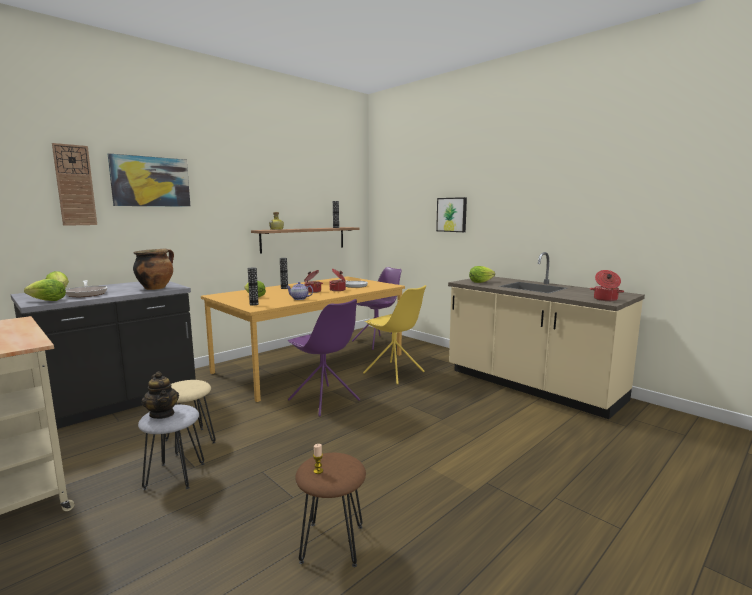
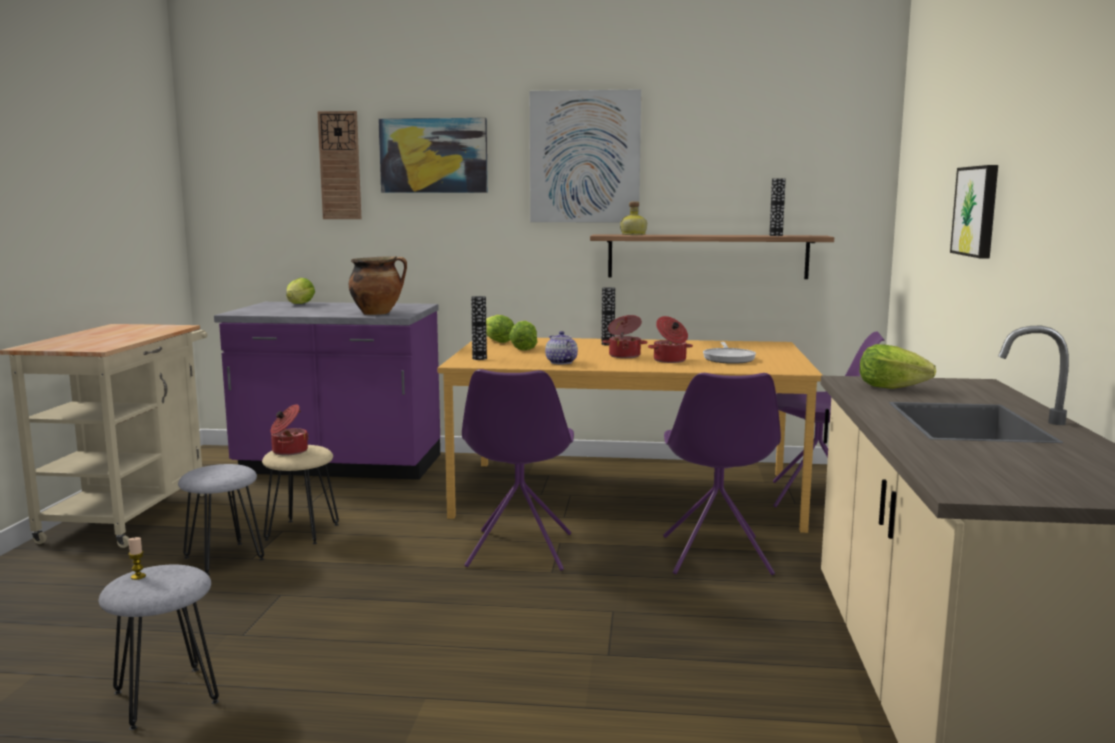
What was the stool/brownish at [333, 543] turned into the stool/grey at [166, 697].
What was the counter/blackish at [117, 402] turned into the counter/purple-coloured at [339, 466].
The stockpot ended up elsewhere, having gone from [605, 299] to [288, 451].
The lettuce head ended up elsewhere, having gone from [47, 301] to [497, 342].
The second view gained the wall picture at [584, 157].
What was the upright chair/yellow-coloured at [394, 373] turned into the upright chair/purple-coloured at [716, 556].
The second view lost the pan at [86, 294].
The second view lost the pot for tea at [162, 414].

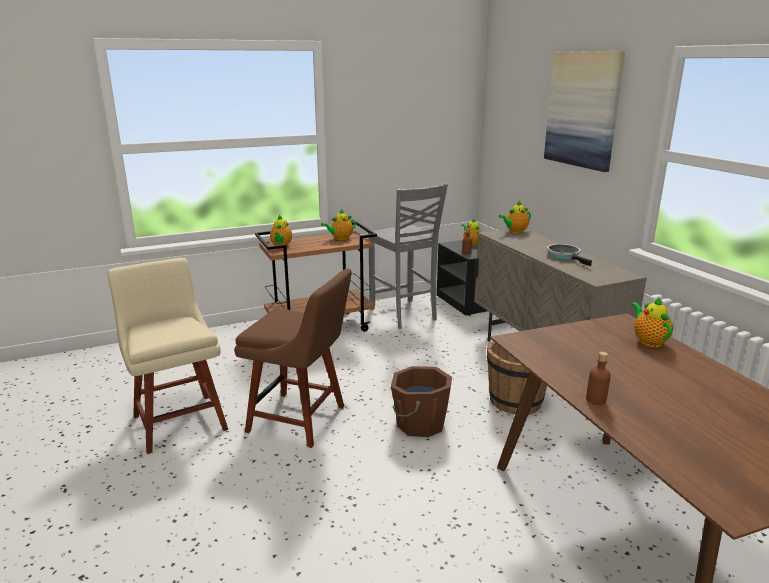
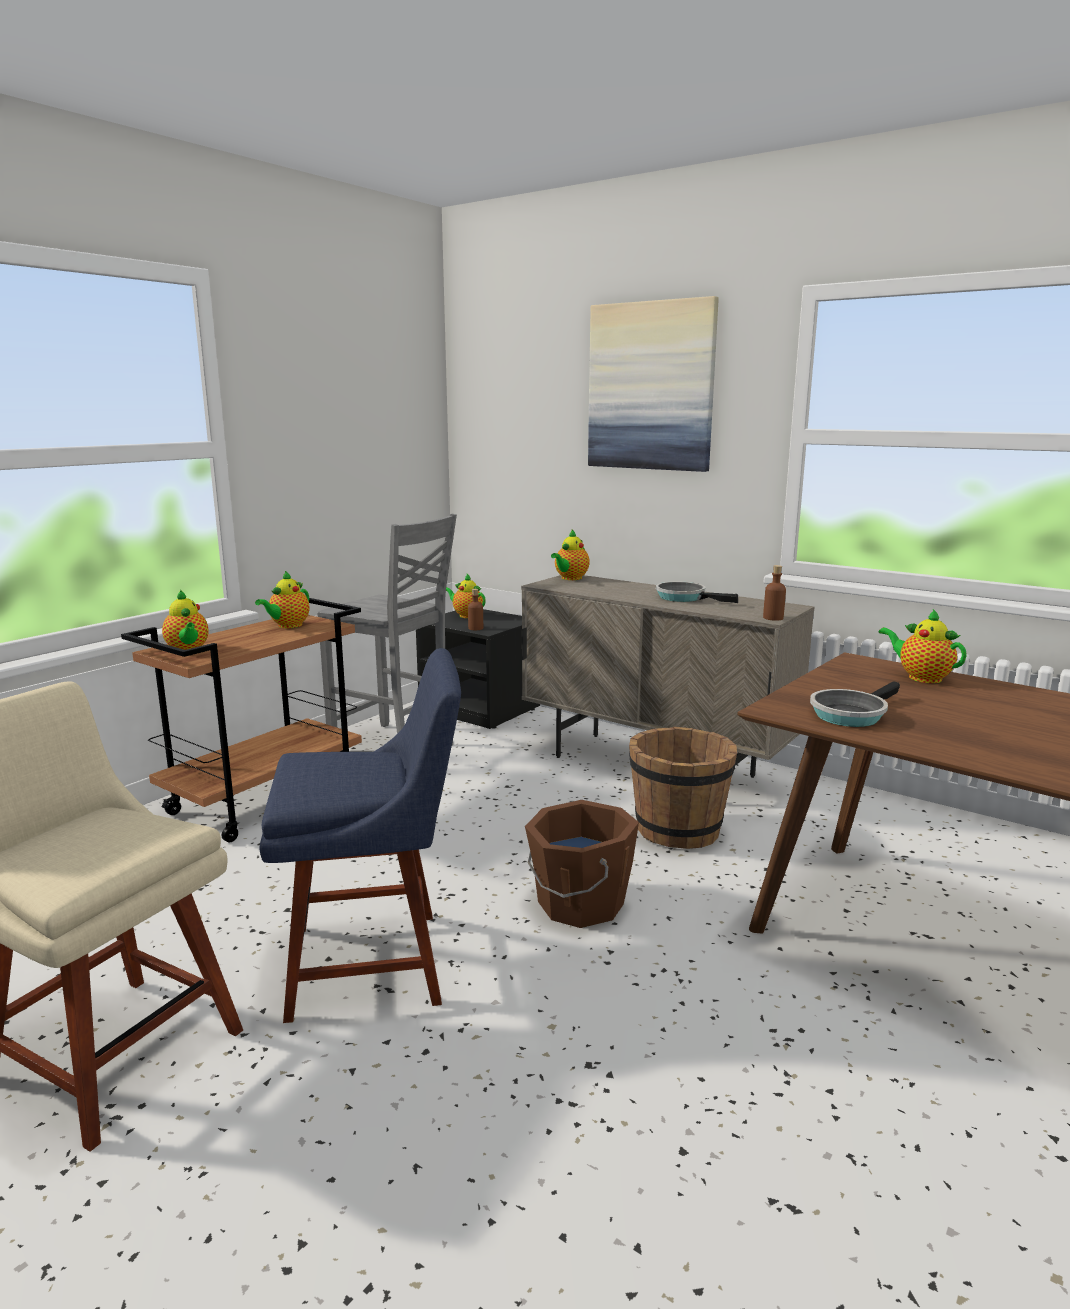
What was the upright chair/brownish at [301, 420] turned into the upright chair/bluish at [376, 962].
The drink bottle/brownish ended up elsewhere, having gone from [596, 400] to [773, 618].
The second view gained the pan at [850, 714].

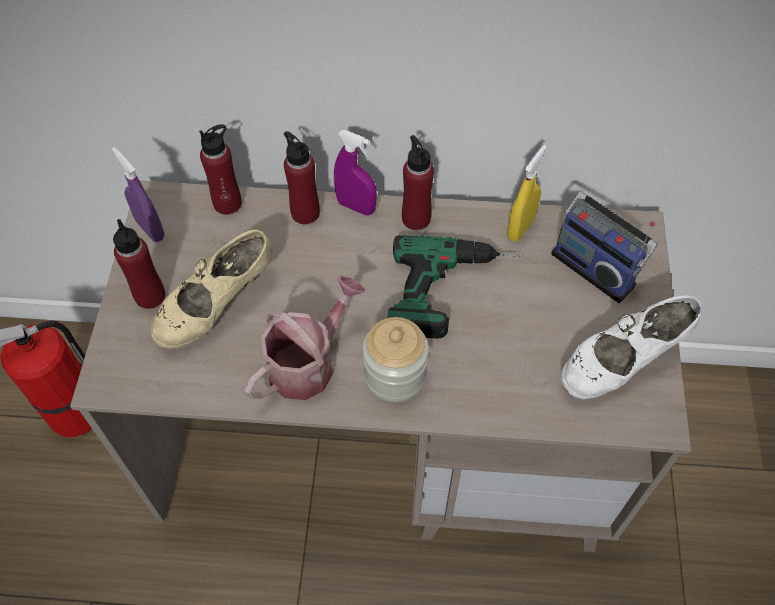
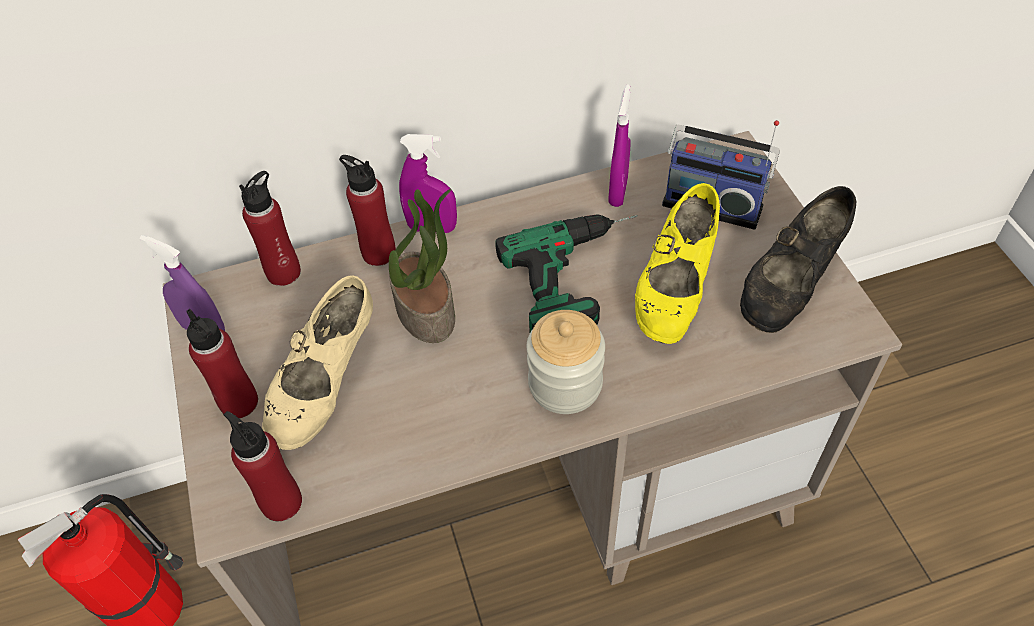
The drink bottle/red ended up elsewhere, having gone from [416, 218] to [281, 502].
The second view gained the houseplant at [427, 310].
What was the hand sprayer/yellow-coloured at [520, 228] turned into the hand sprayer/purple-coloured at [618, 192].
The second view gained the shoe/yellow-coloured at [674, 290].
What was the shoe/white at [621, 363] turned into the shoe/blackish at [789, 286].
The second view lost the watering pot at [308, 363].

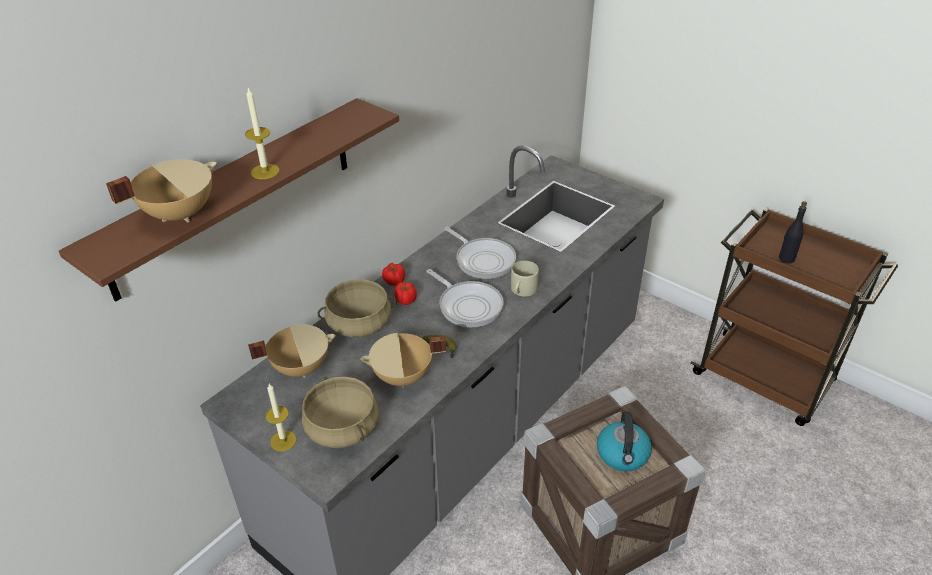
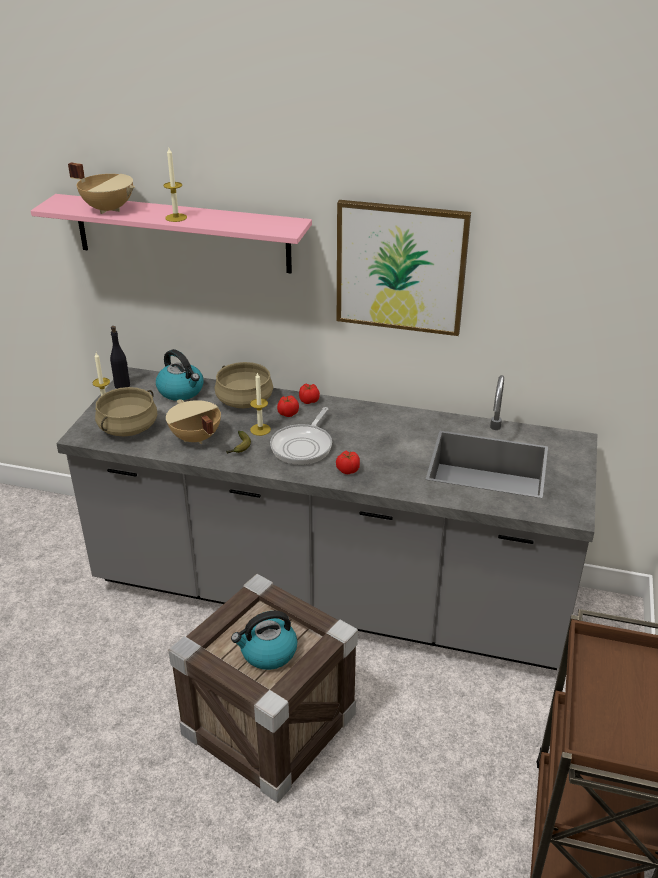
What was the shelf/brownish at [235, 196] turned into the shelf/pink at [182, 233].
The drink bottle/blackish ended up elsewhere, having gone from [786, 258] to [122, 385].
Where the stockpot/sand-coloured stood at [300, 367], the water kettle came to stand at [181, 391].
The second view gained the wax light at [260, 429].
Where the coffee mug/sand-coloured stood at [522, 290], the tomato came to stand at [347, 470].
The second view gained the wall picture at [401, 267].
The second view lost the pan at [483, 260].

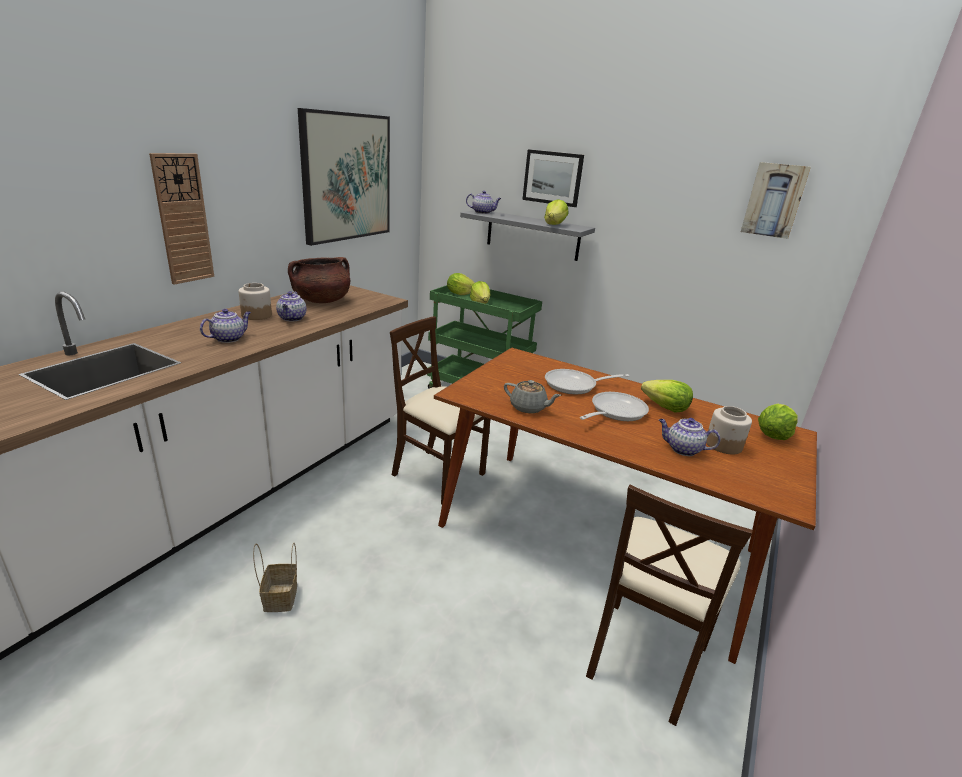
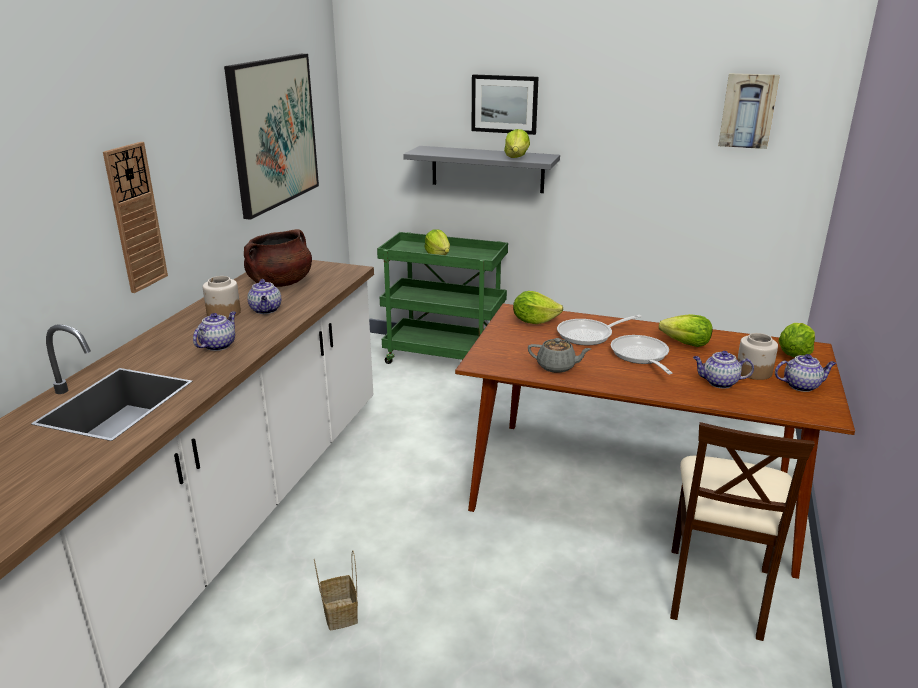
The lettuce head ended up elsewhere, having gone from [460, 294] to [534, 321].
The pan at [614, 411] ended up facing another way, 45 degrees counterclockwise from before.
The pot for tea ended up elsewhere, having gone from [483, 213] to [801, 386].
The second view lost the upright chair/sand-coloured at [439, 475].

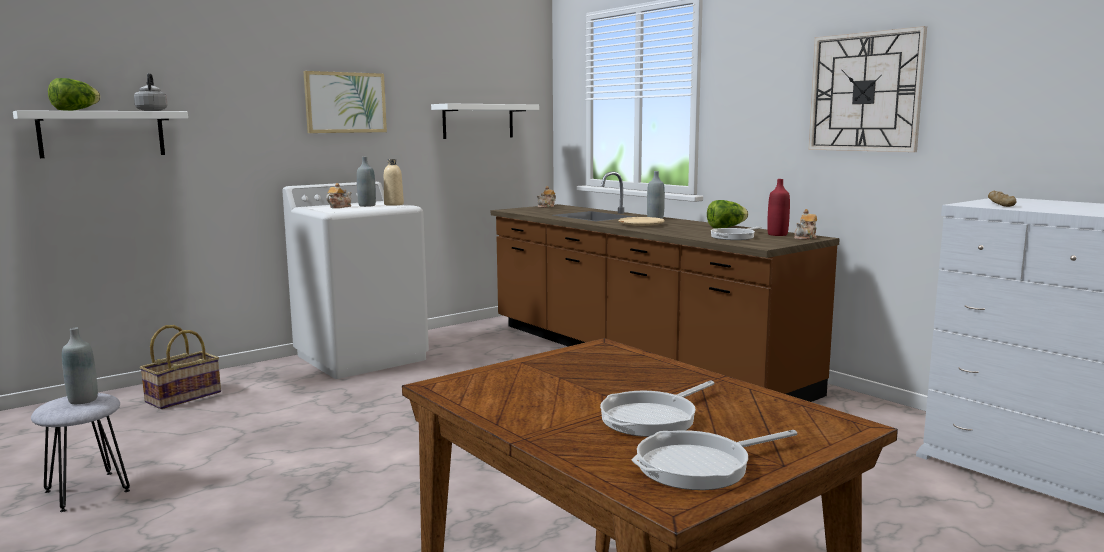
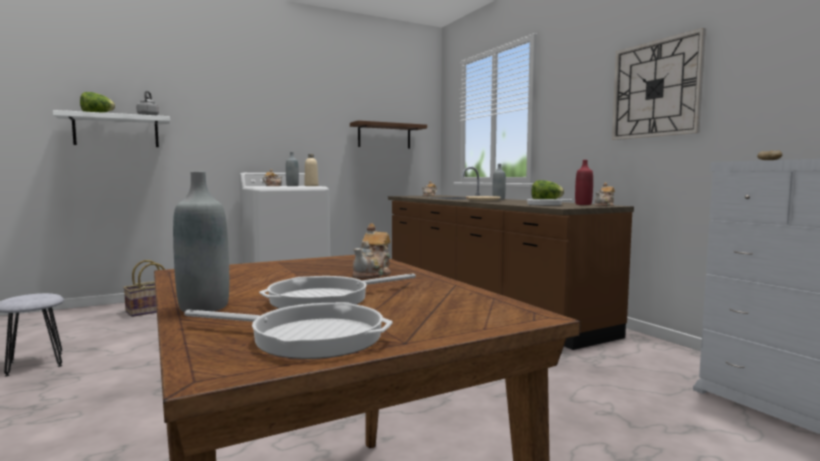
The drink bottle/grey ended up elsewhere, having gone from [83, 400] to [204, 307].
The pan at [700, 465] ended up facing another way, 150 degrees counterclockwise from before.
What was the shelf/white at [478, 121] turned into the shelf/brownish at [384, 136].
The second view gained the pot for tea at [373, 273].
The second view lost the wall picture at [345, 102].

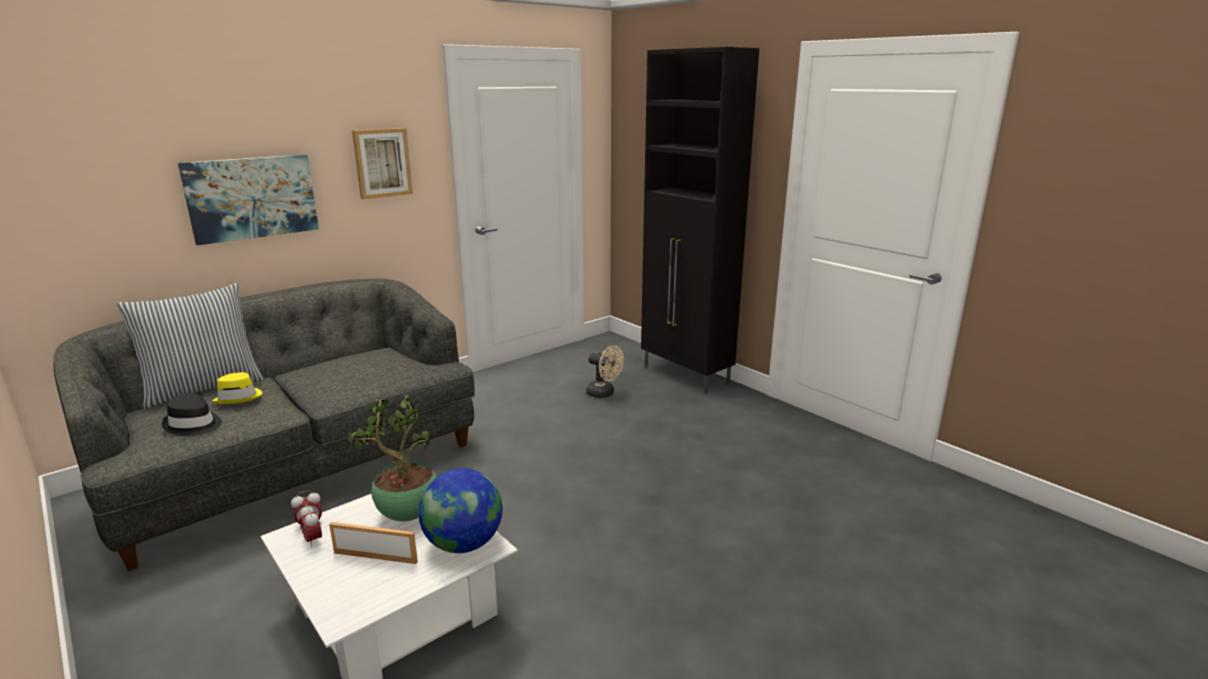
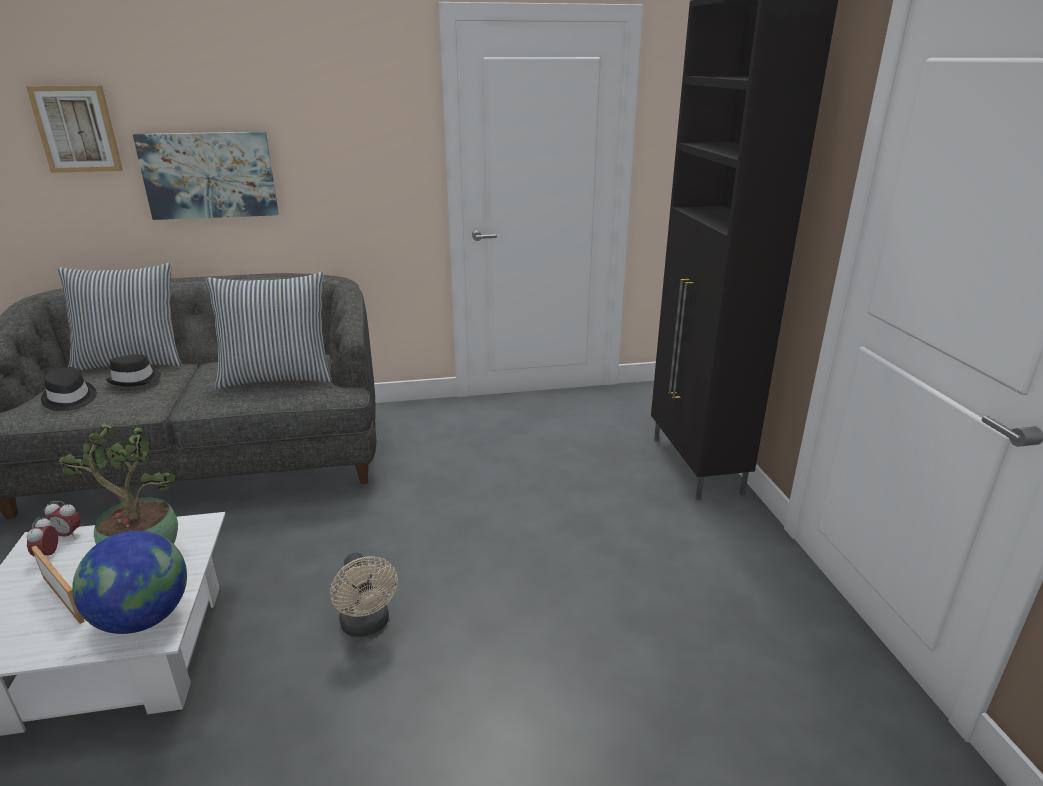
The wall picture ended up elsewhere, having gone from [382, 163] to [77, 129].
What was the wearable hat/yellow-coloured at [239, 397] turned into the wearable hat/blackish at [135, 380].
The second view gained the throw pillow at [277, 378].
The cooling fan/sand-coloured ended up elsewhere, having gone from [604, 393] to [367, 625].

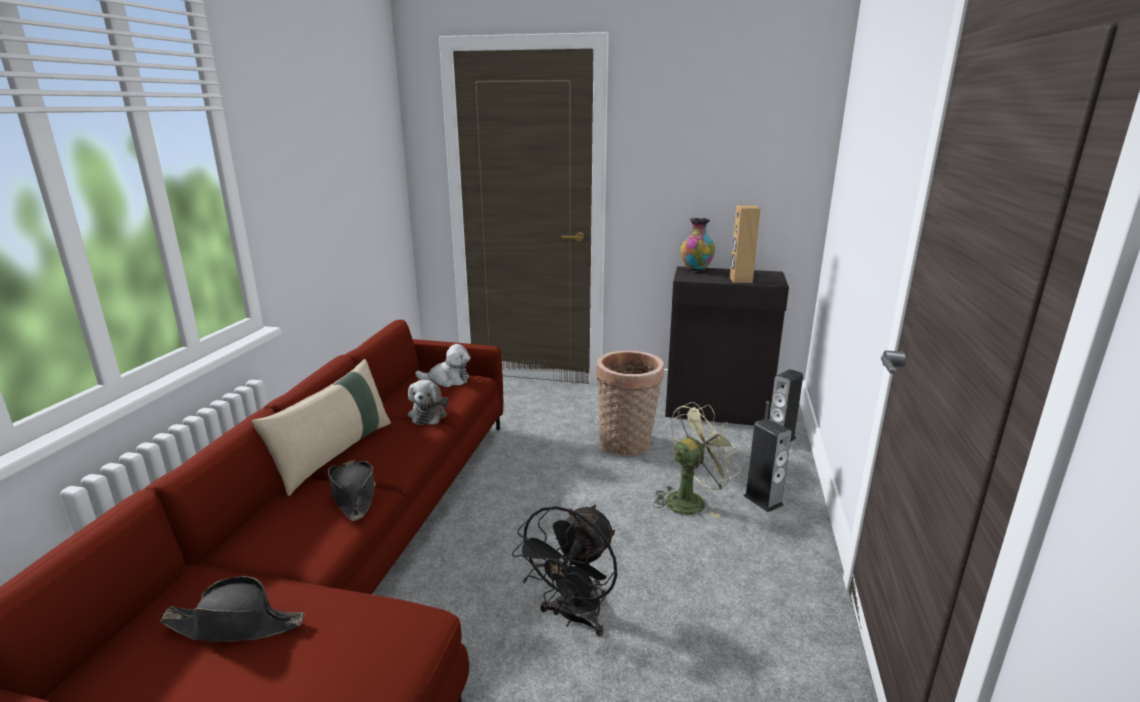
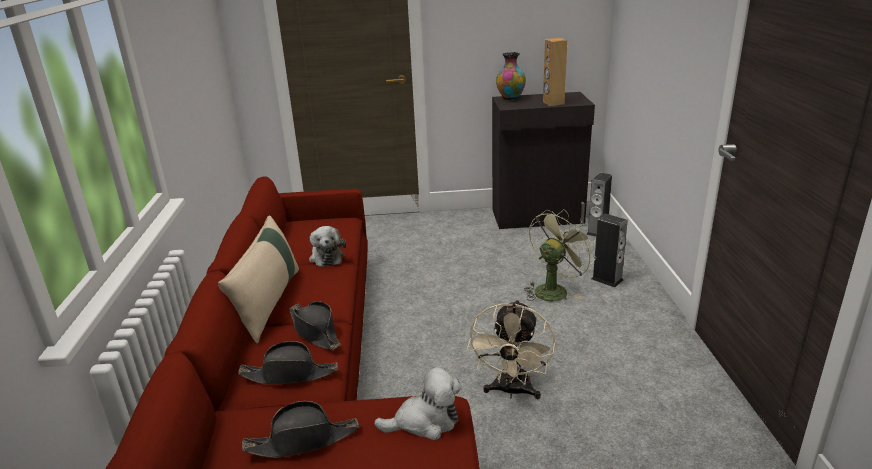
The second view gained the wearable hat/blackish at [290, 374].
The cuddly toy ended up elsewhere, having gone from [447, 380] to [425, 421].
What was the cooling fan/blackish at [573, 618] turned into the cooling fan/sand-coloured at [512, 391].
The second view lost the storage basket at [627, 445].

